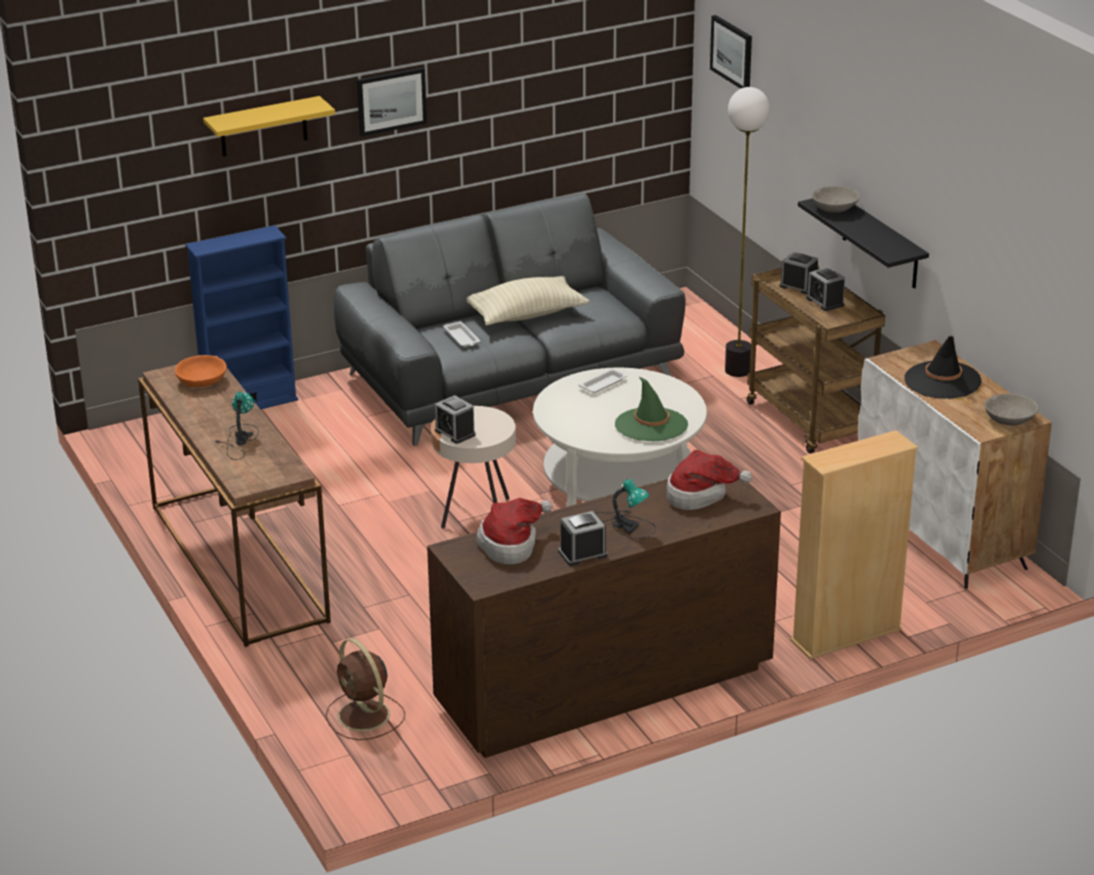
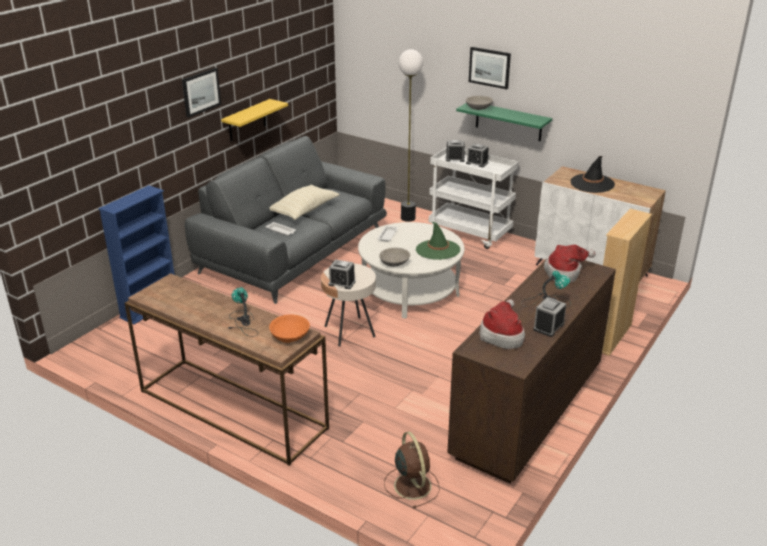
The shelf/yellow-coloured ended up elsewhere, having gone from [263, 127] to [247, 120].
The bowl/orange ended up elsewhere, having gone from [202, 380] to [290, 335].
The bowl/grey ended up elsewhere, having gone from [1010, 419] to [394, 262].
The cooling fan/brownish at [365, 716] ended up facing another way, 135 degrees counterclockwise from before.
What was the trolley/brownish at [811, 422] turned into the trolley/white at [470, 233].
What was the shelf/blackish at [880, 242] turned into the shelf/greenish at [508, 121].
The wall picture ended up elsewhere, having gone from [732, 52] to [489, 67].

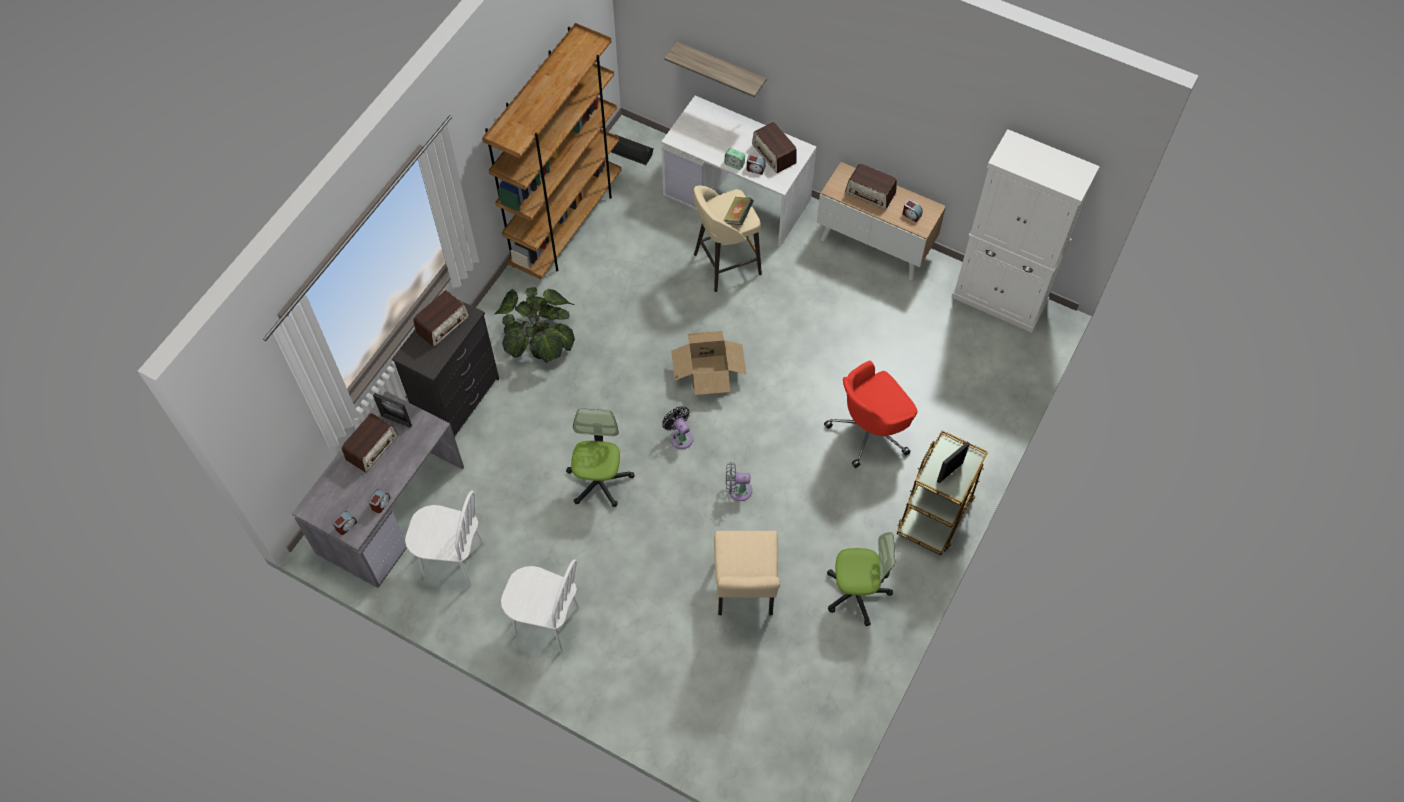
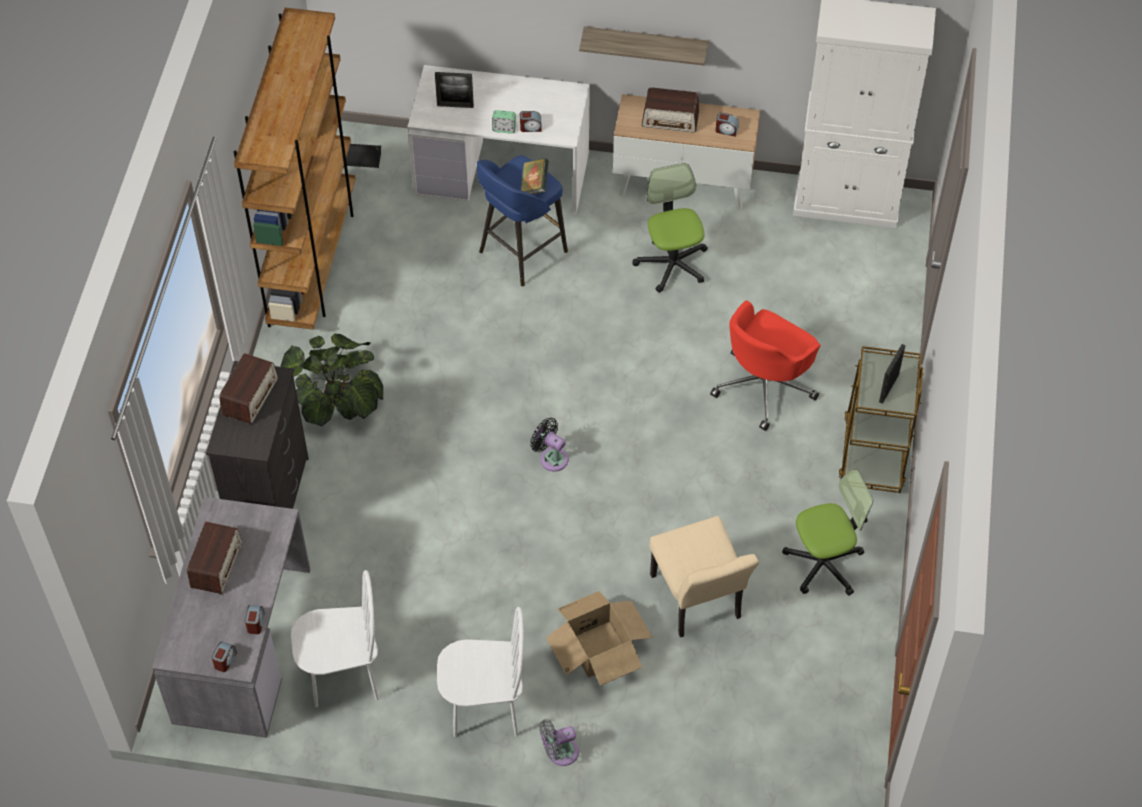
The picture frame ended up elsewhere, having gone from [396, 420] to [455, 105].
What was the stool/sand-coloured at [725, 265] turned into the stool/bluish at [521, 253].
The cooling fan/grey ended up elsewhere, having gone from [737, 490] to [559, 752].
The carton ended up elsewhere, having gone from [708, 371] to [598, 649].
The shelf ended up elsewhere, having gone from [721, 69] to [645, 45].
The office chair ended up elsewhere, having gone from [599, 481] to [672, 264].
The second view lost the radio set at [774, 154].

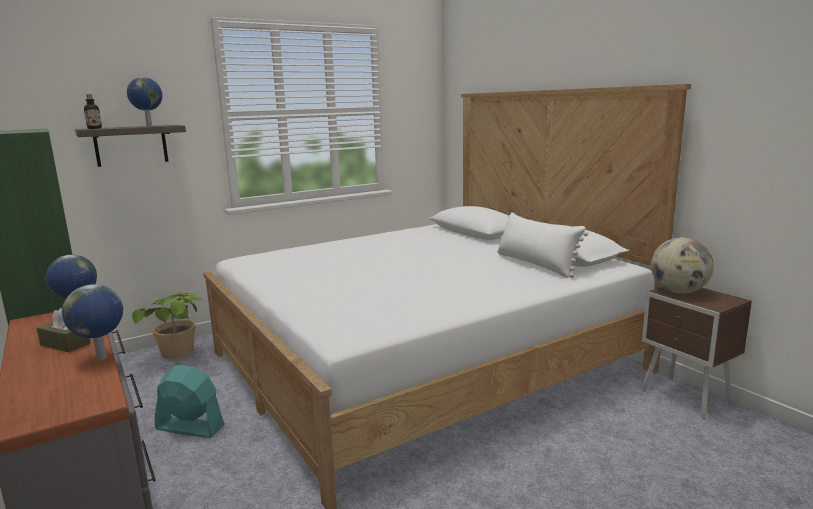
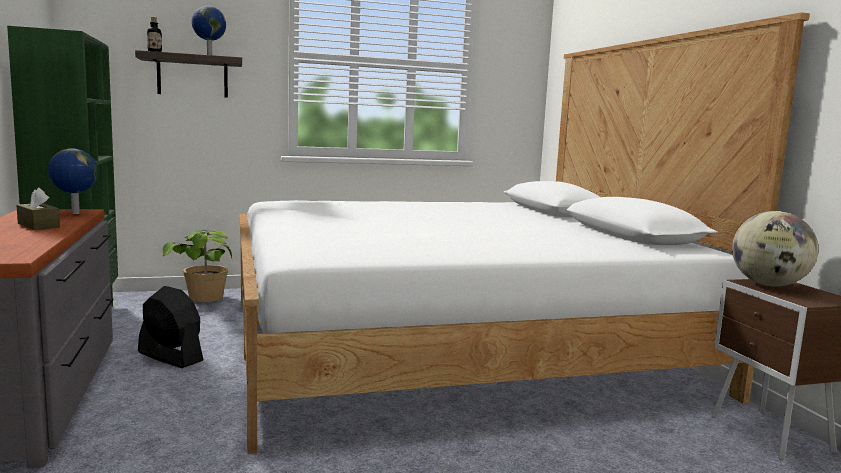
What was the cooling fan/turquoise at [190, 427] turned into the cooling fan/blackish at [170, 356].
The second view lost the desk globe at [102, 358].
The second view lost the throw pillow/white at [536, 264].

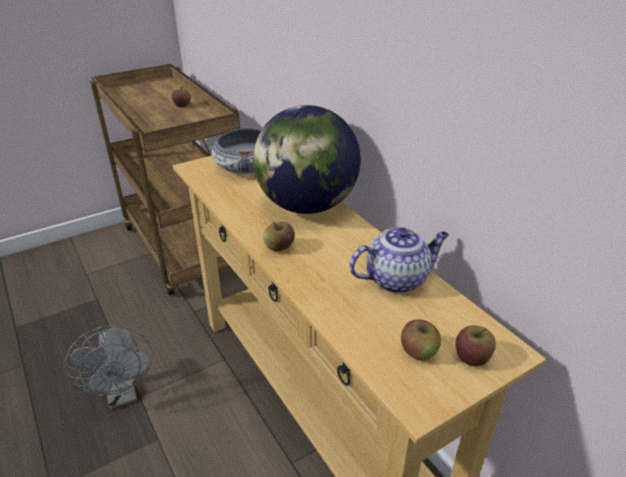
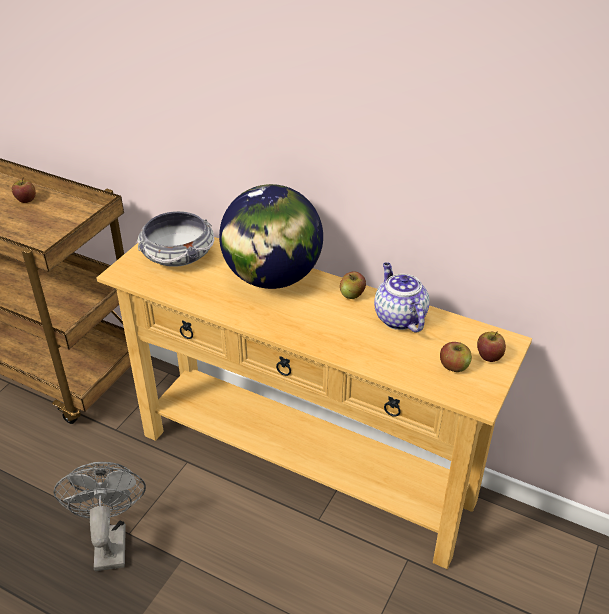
The cooling fan/grey at [122, 395] ended up facing another way, 135 degrees counterclockwise from before.
The apple fruit ended up elsewhere, having gone from [279, 247] to [352, 294].
The pot for tea at [397, 279] ended up facing another way, 60 degrees counterclockwise from before.

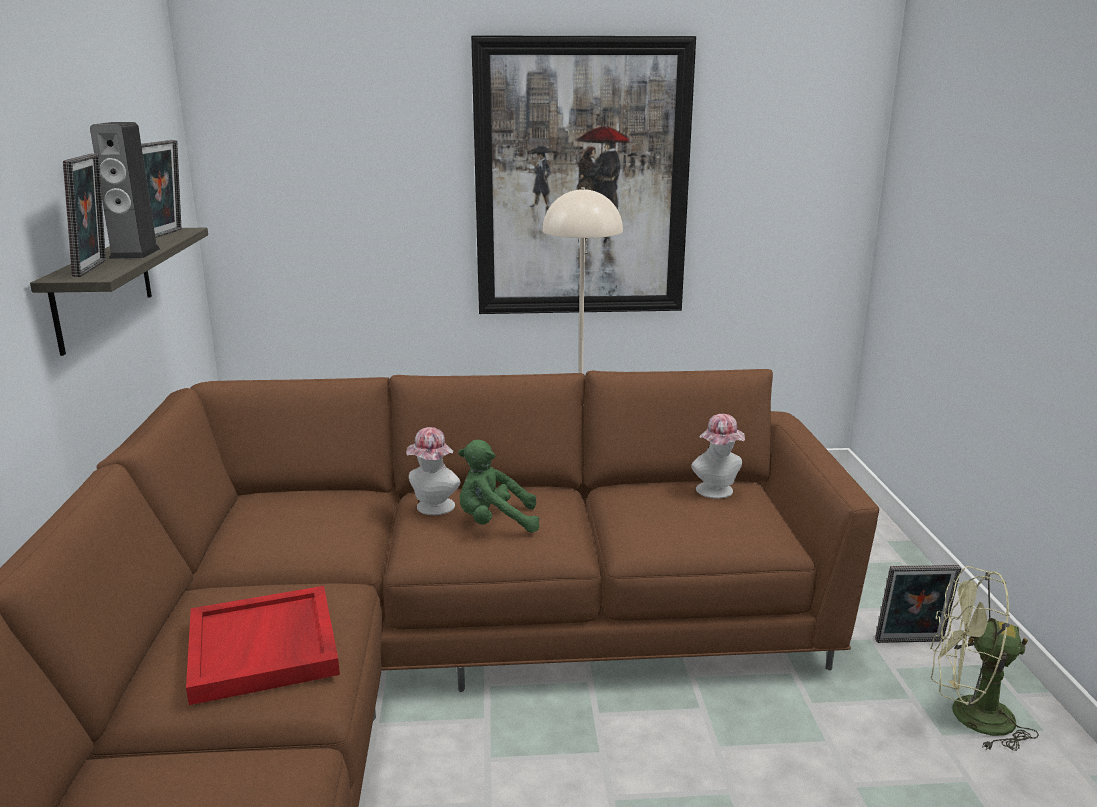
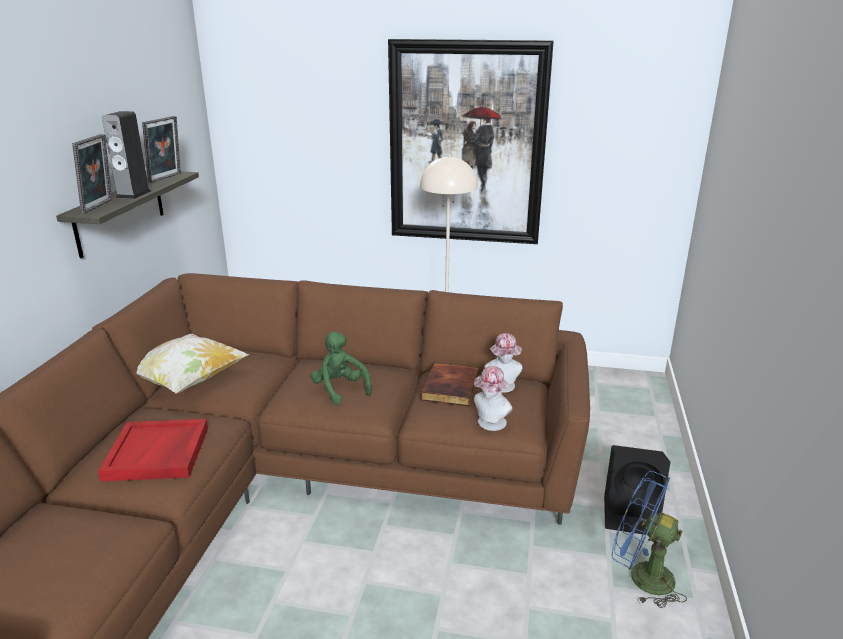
The second view gained the throw pillow at [188, 381].
The cuddly toy/greenish at [495, 523] ended up facing another way, 45 degrees clockwise from before.
The second view gained the book at [452, 388].
The wearable hat ended up elsewhere, having gone from [433, 509] to [490, 424].
Where the picture frame stood at [910, 643], the audio speaker/blackish came to stand at [632, 515].
What was the cooling fan/greenish at [968, 716] turned into the cooling fan/bluish at [641, 576].

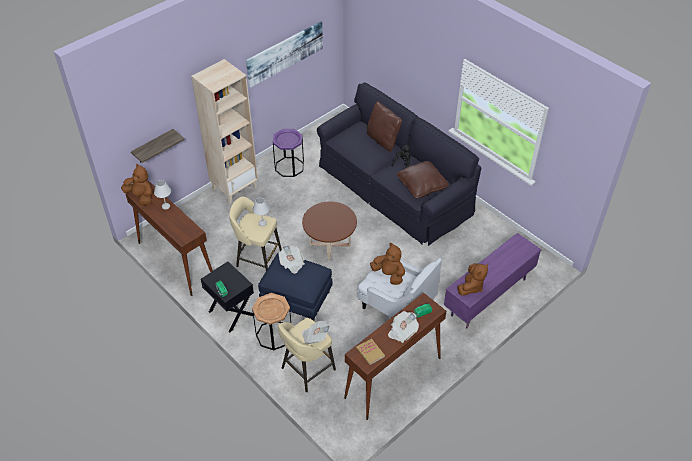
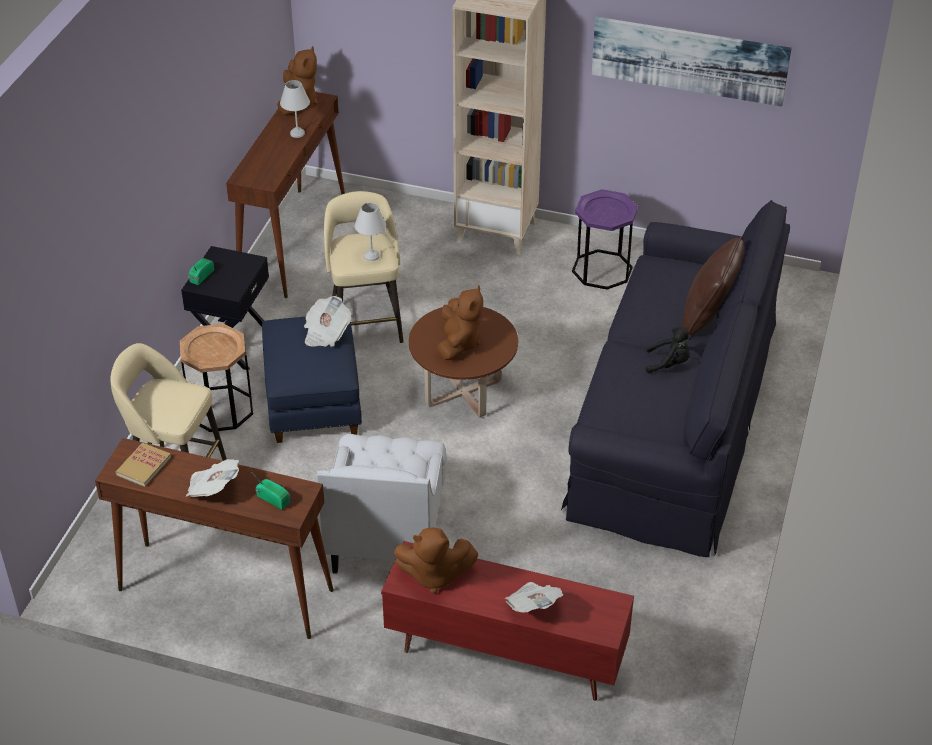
What was the tv stand/purple-coloured at [488, 297] turned into the tv stand/red at [506, 657].
The cuddly toy/brownish ended up elsewhere, having gone from [389, 274] to [458, 343].
The newspaper ended up elsewhere, having gone from [315, 336] to [533, 606].
The second view lost the shelf at [153, 147].
The second view lost the throw pillow/brownish at [421, 185].

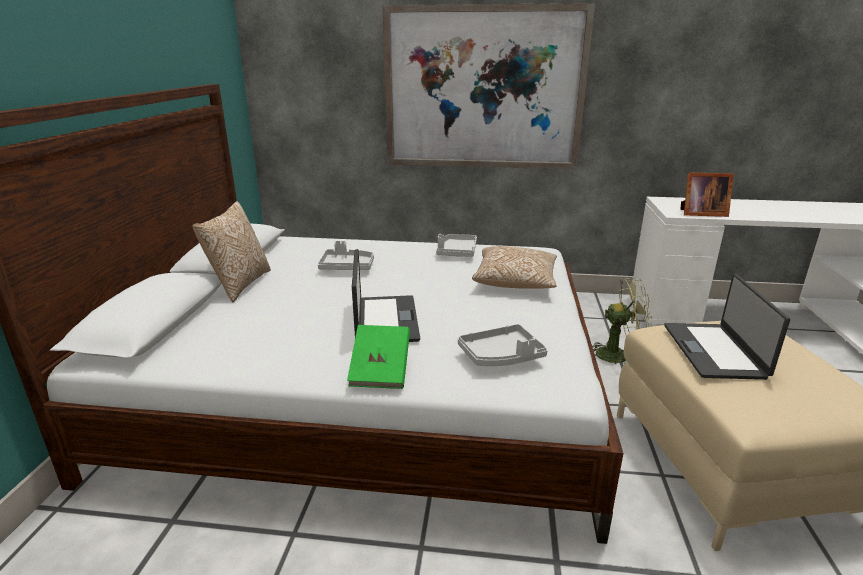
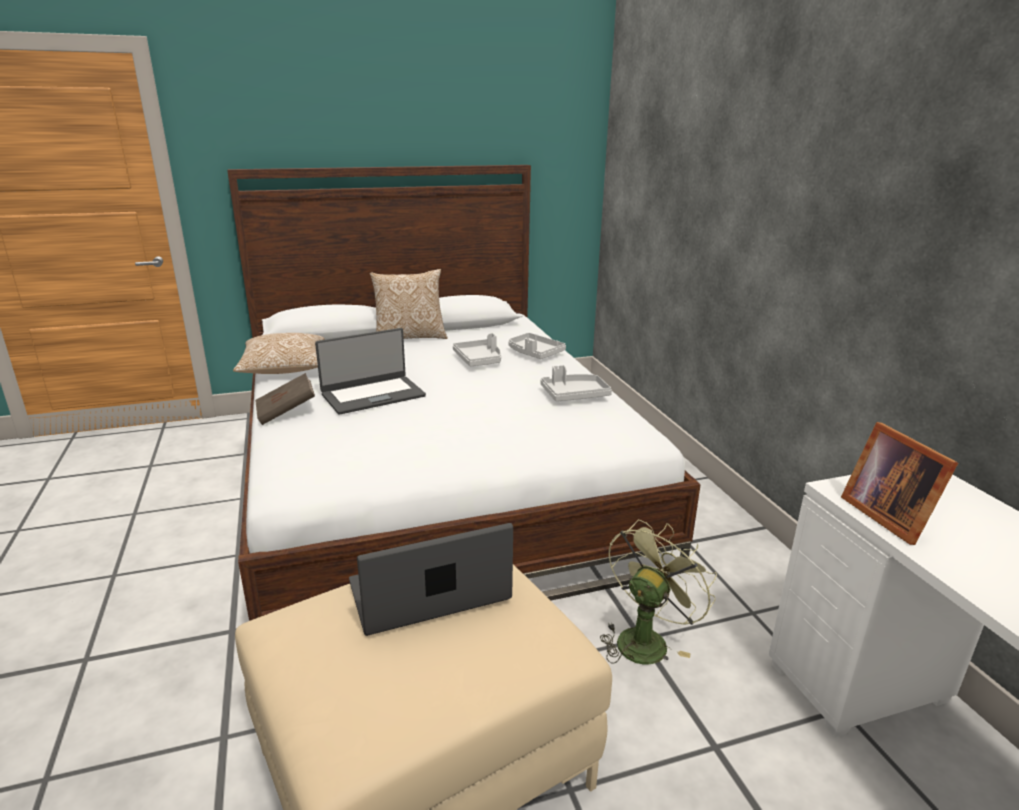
The throw pillow ended up elsewhere, having gone from [515, 282] to [284, 369].
What was the book/greenish at [380, 371] turned into the book/brownish at [286, 412].
The serving tray/grey ended up elsewhere, having gone from [501, 356] to [534, 353].
The cooling fan/greenish at [618, 355] ended up facing another way, 120 degrees counterclockwise from before.
The second view lost the wall picture at [483, 89].

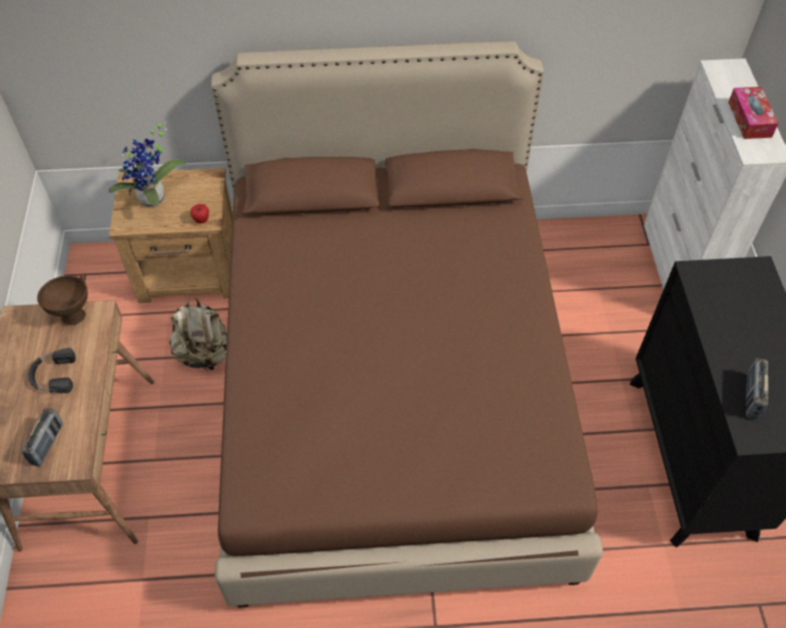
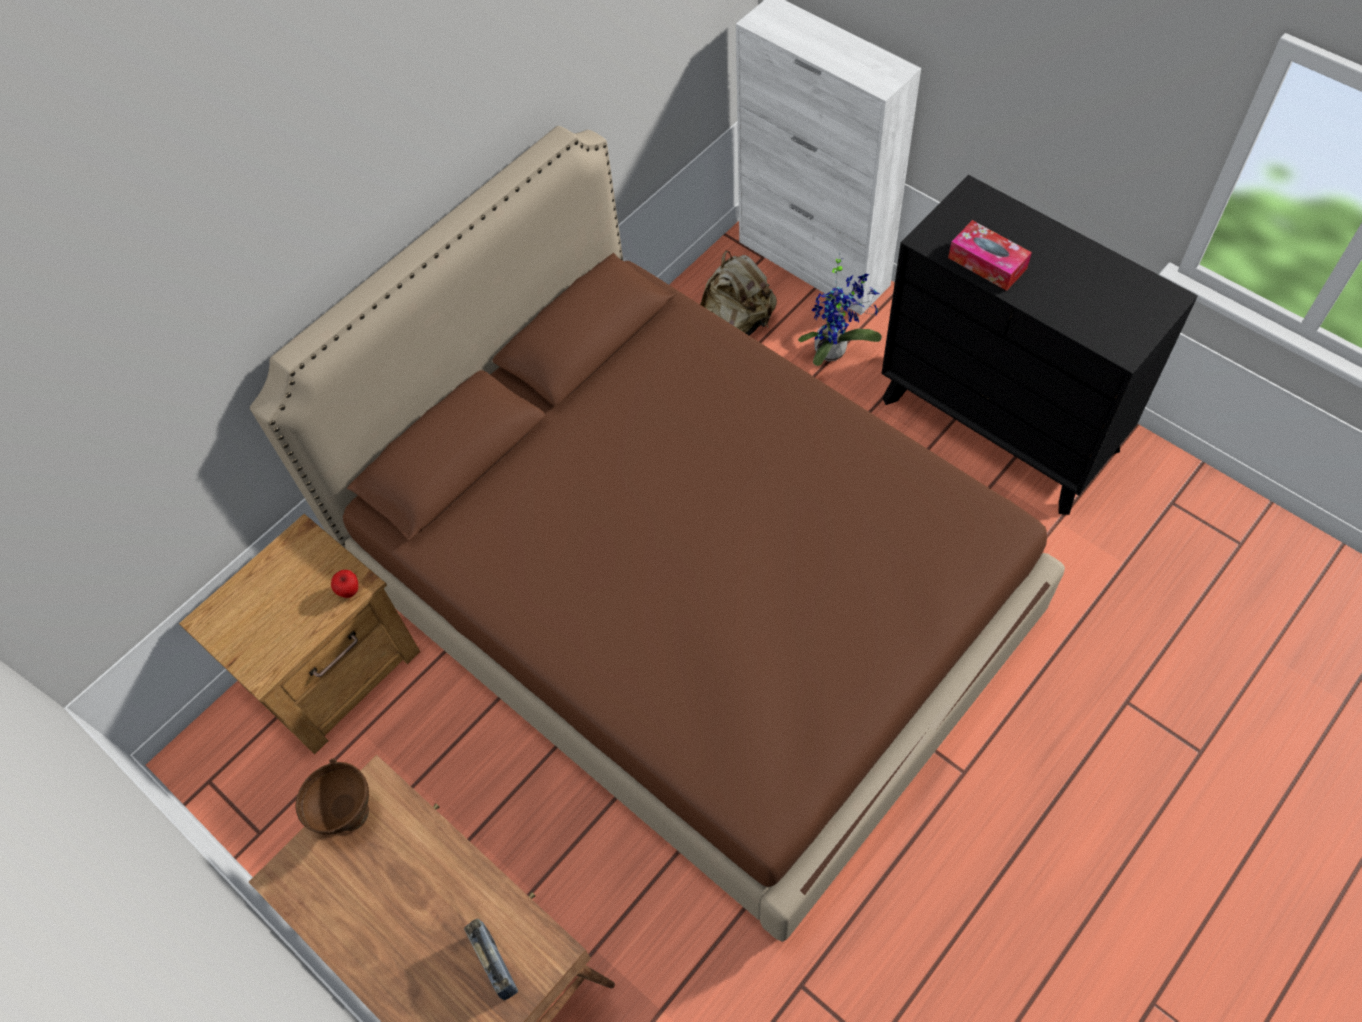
The knapsack/sand-coloured ended up elsewhere, having gone from [204, 354] to [735, 324].
The houseplant ended up elsewhere, having gone from [154, 200] to [834, 350].
The tissue box ended up elsewhere, having gone from [749, 119] to [987, 263].
The second view lost the pair of headphones/blackish at [53, 375].
The second view lost the radio set at [751, 396].

